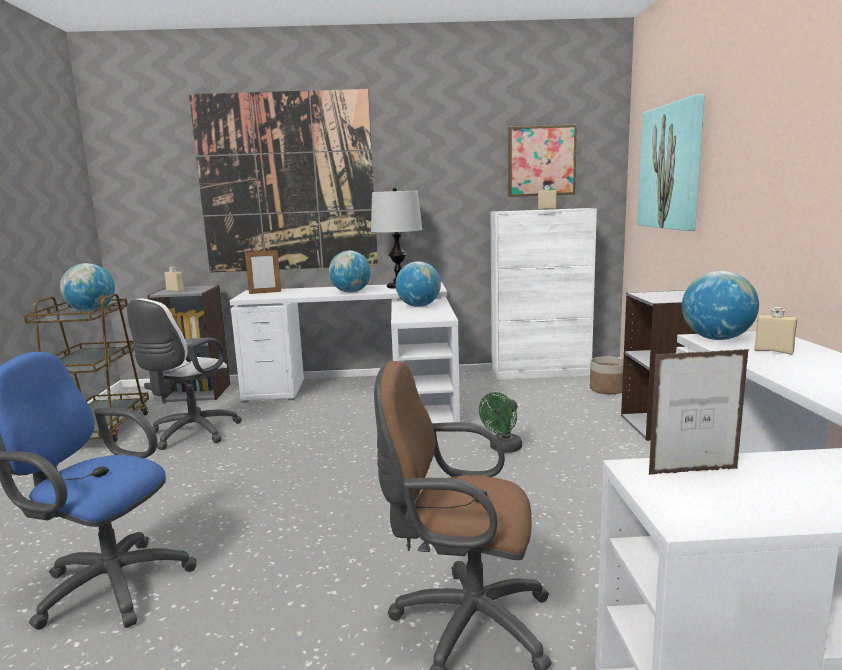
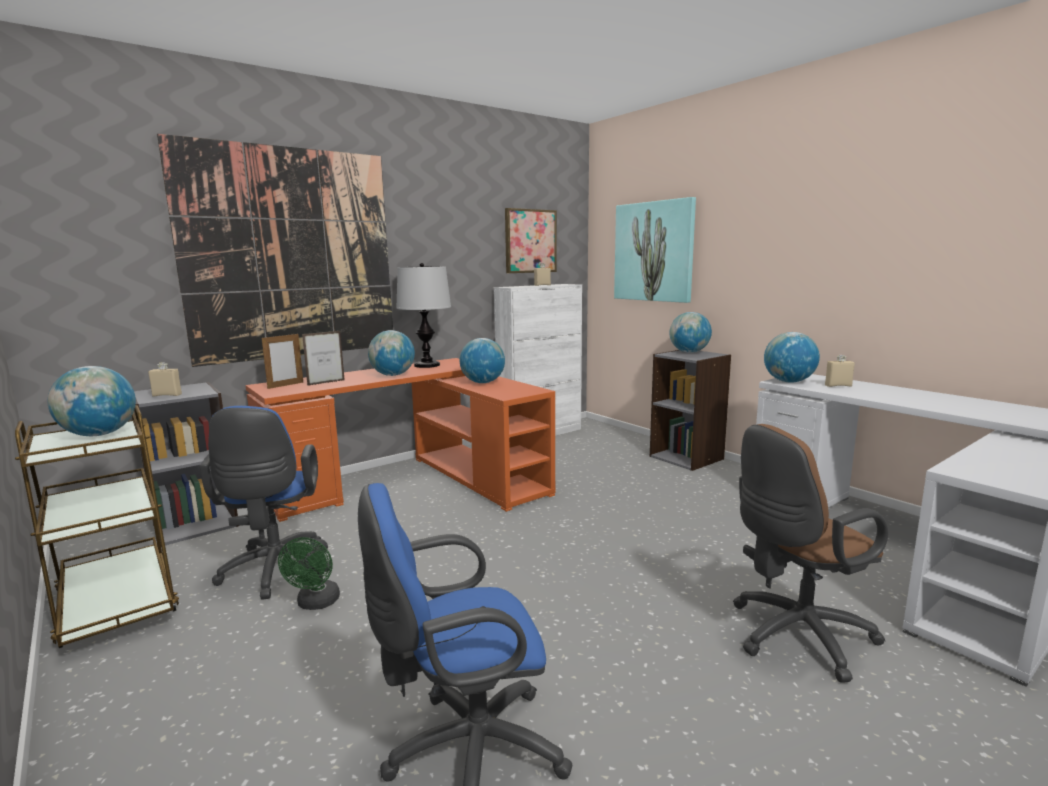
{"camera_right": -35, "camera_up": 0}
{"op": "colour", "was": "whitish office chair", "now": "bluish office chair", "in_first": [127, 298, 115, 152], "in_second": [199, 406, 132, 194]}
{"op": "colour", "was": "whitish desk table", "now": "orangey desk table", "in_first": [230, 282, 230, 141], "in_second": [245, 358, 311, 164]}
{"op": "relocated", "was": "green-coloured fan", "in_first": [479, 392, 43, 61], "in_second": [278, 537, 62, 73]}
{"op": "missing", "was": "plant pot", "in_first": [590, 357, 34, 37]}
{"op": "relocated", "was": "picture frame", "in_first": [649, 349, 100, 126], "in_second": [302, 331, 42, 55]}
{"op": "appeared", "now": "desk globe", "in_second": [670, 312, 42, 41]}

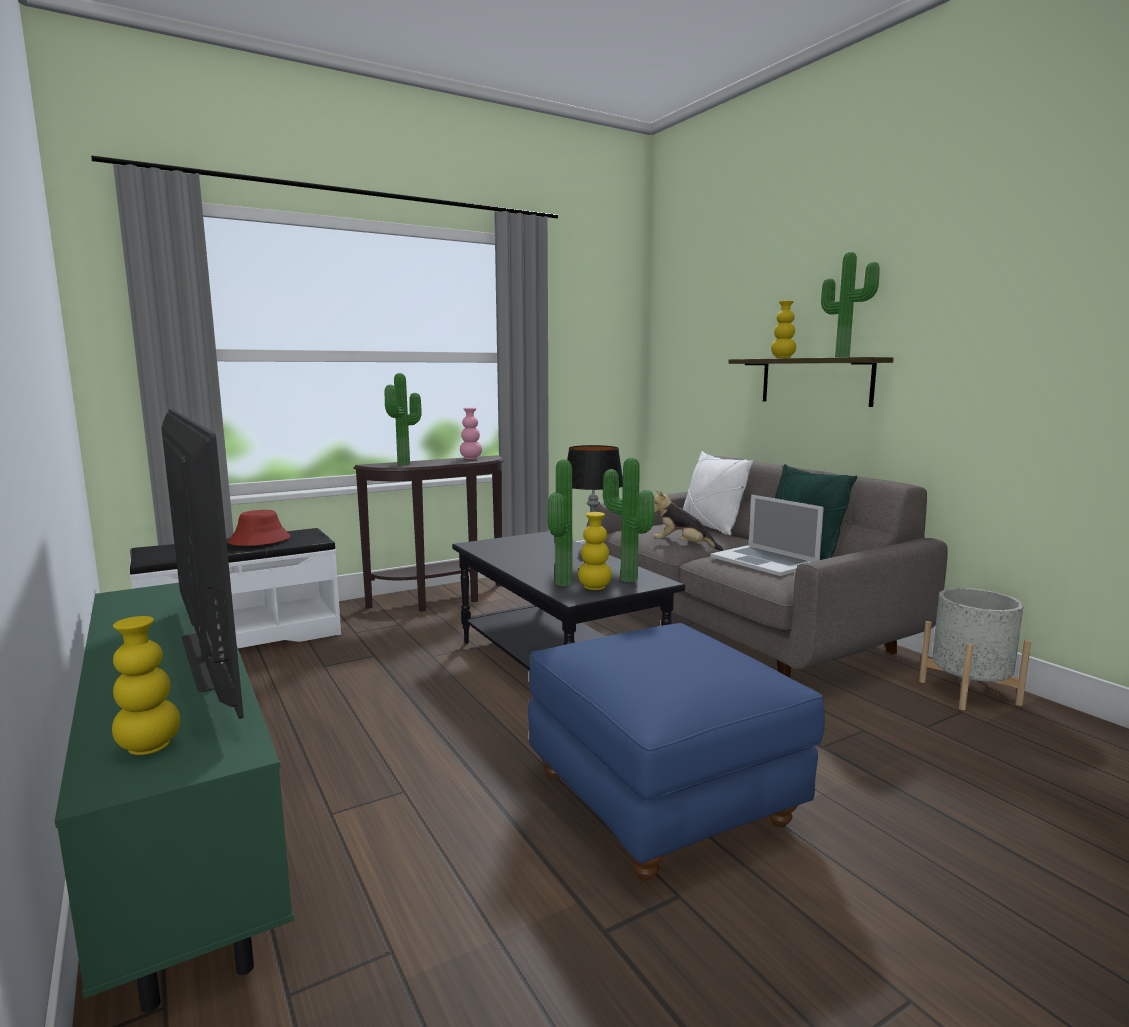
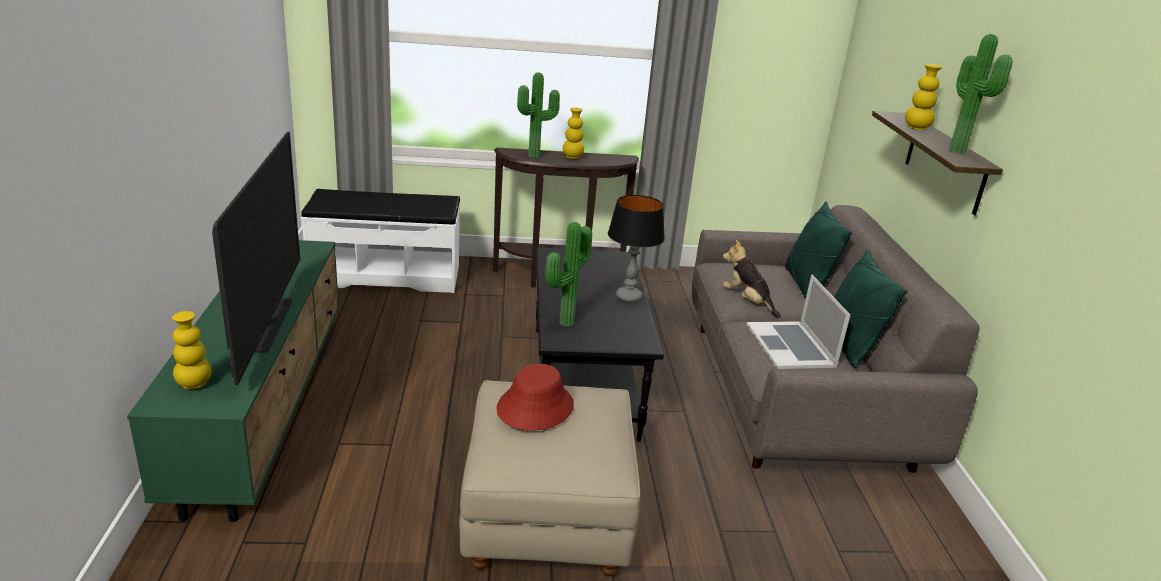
{"camera_right": 25, "camera_up": 15}
{"op": "relocated", "was": "red-coloured hat", "in_first": [228, 510, 63, 36], "in_second": [497, 364, 77, 67]}
{"op": "missing", "was": "pink-coloured decorative vase", "in_first": [460, 408, 22, 51]}
{"op": "colour", "was": "bluish pouffe", "now": "sand-coloured pouffe", "in_first": [528, 623, 297, 258], "in_second": [459, 380, 182, 197]}
{"op": "relocated", "was": "yellowish decorative vase", "in_first": [578, 512, 34, 78], "in_second": [563, 108, 21, 51]}
{"op": "missing", "was": "plant in a pot", "in_first": [603, 458, 51, 124]}
{"op": "colour", "was": "whitish pillow", "now": "green-coloured pillow", "in_first": [683, 451, 71, 84], "in_second": [785, 201, 67, 97]}
{"op": "missing", "was": "greyish plant pot", "in_first": [919, 588, 112, 122]}

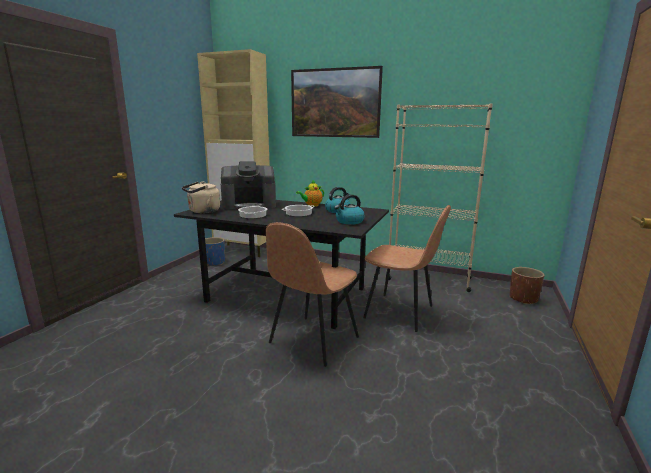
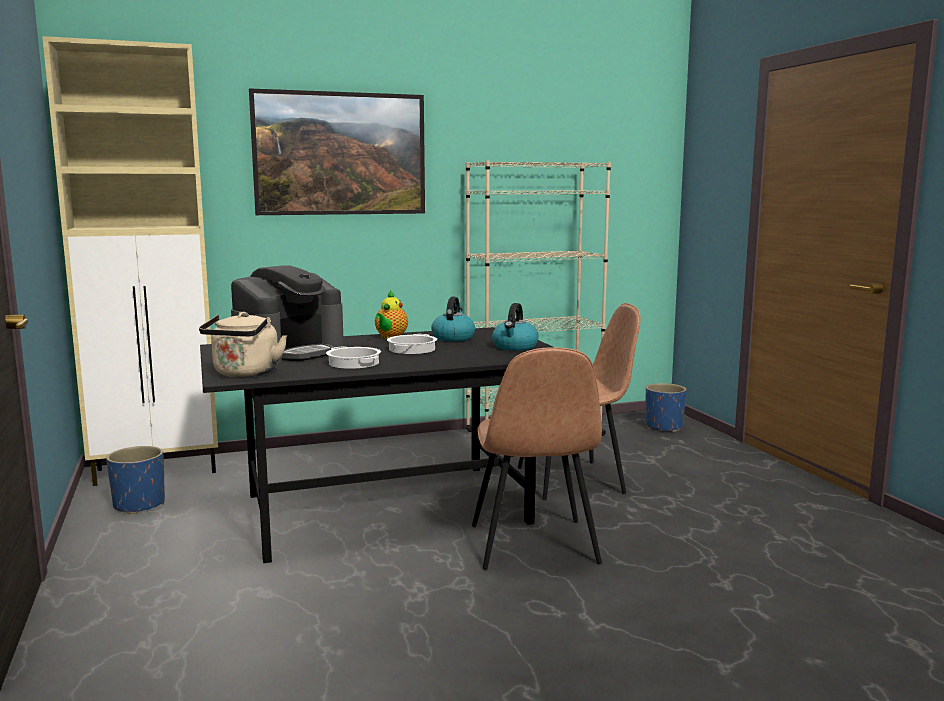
{"camera_right": -40, "camera_up": -5}
{"op": "colour", "was": "brownish plant pot", "now": "bluish plant pot", "in_first": [509, 267, 36, 37], "in_second": [646, 383, 41, 49]}

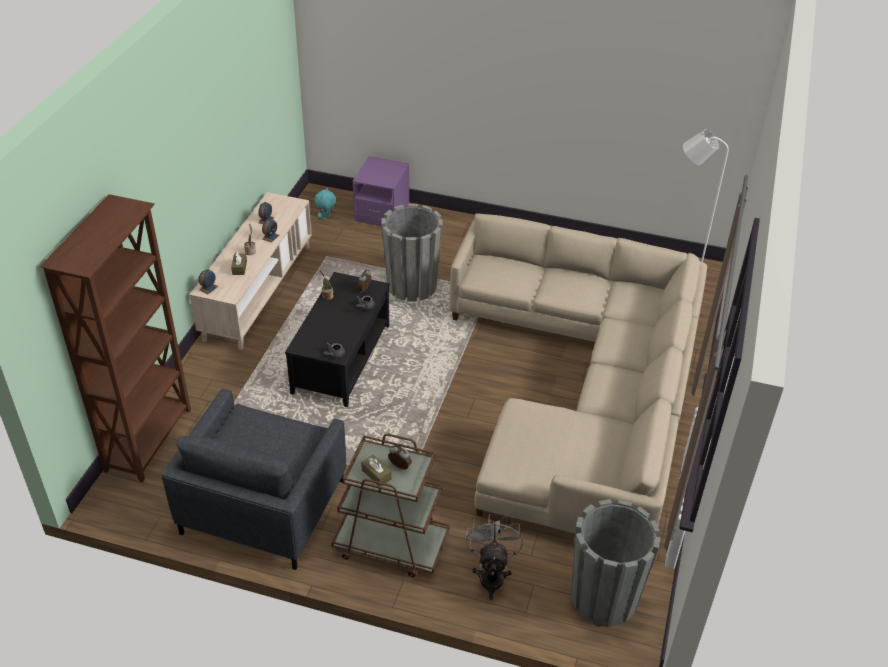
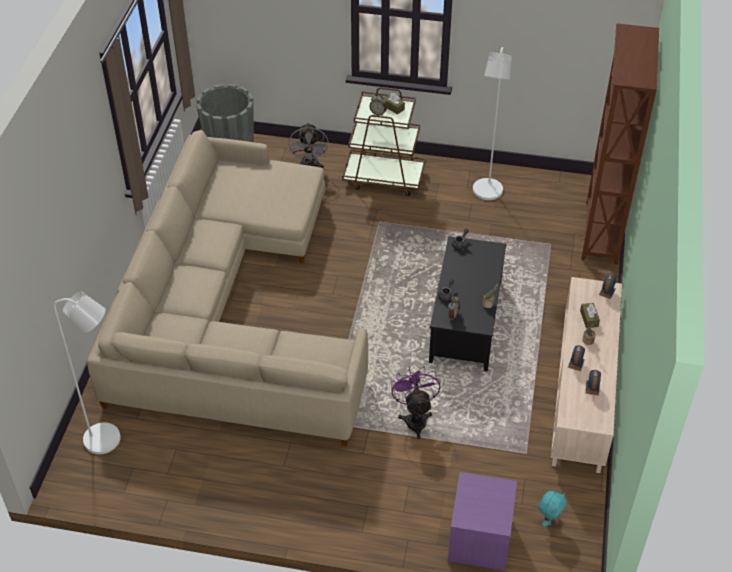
{"camera_right": 175, "camera_up": 5}
{"op": "exchanged", "was": "greyish armchair", "now": "whitish standard lamp", "in_first": [161, 389, 185, 181], "in_second": [473, 47, 39, 153]}
{"op": "exchanged", "was": "greyish plant pot", "now": "purplish fan", "in_first": [381, 204, 62, 97], "in_second": [391, 366, 49, 73]}

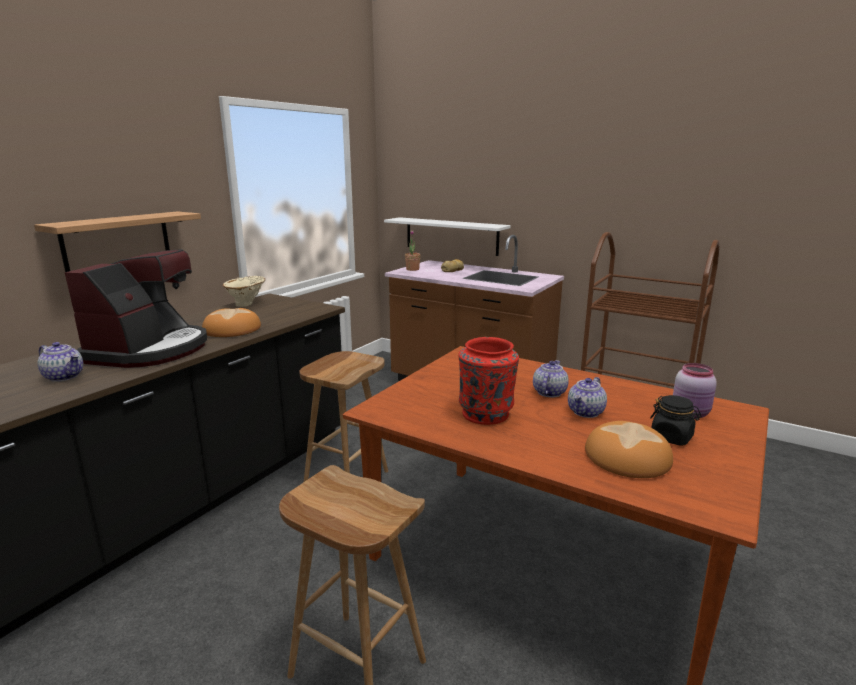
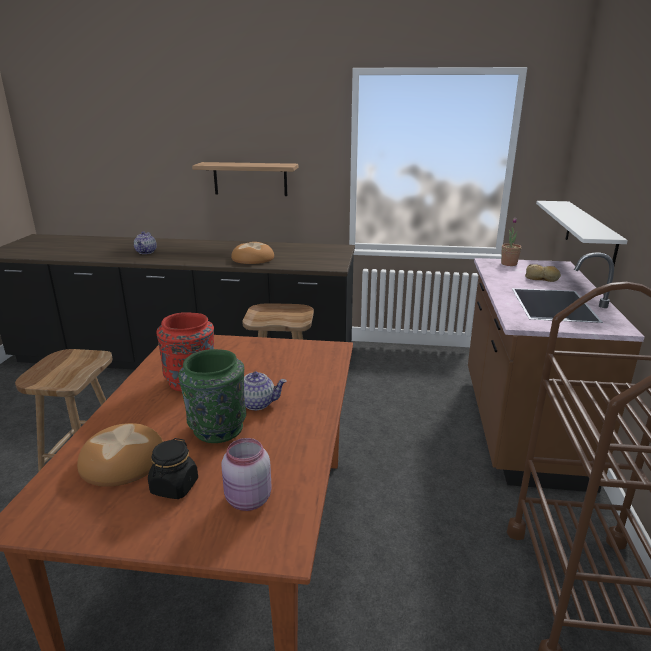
{"camera_right": 65, "camera_up": 5}
{"op": "missing", "was": "coffee machine", "in_first": [65, 249, 142, 119]}
{"op": "missing", "was": "sand-coloured decorative vase", "in_first": [223, 276, 42, 31]}
{"op": "exchanged", "was": "pot for tea", "now": "green-coloured decorative vase", "in_first": [568, 377, 39, 41], "in_second": [178, 349, 68, 94]}

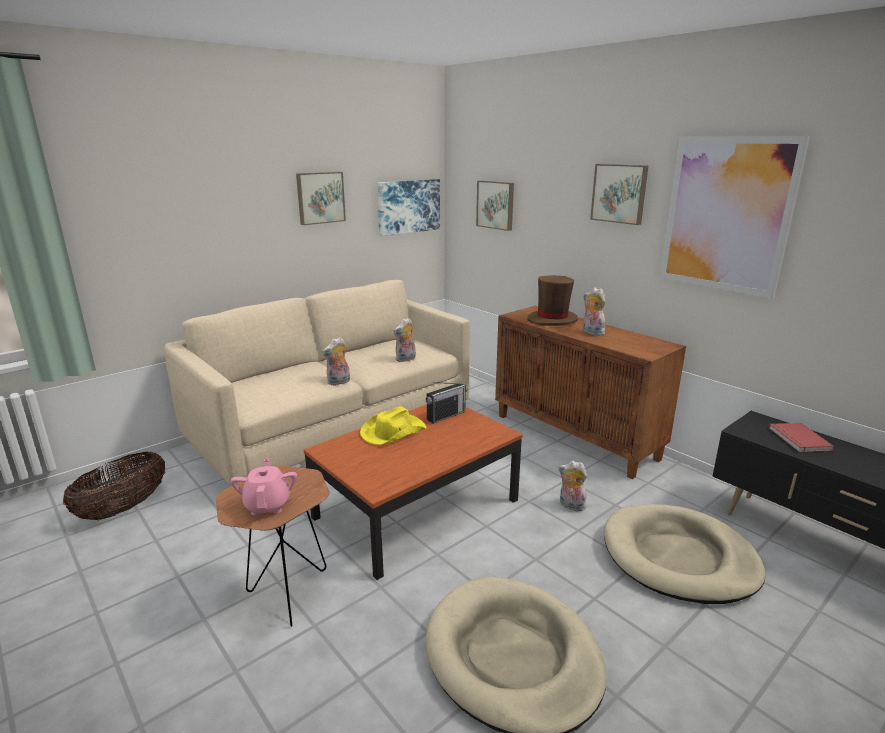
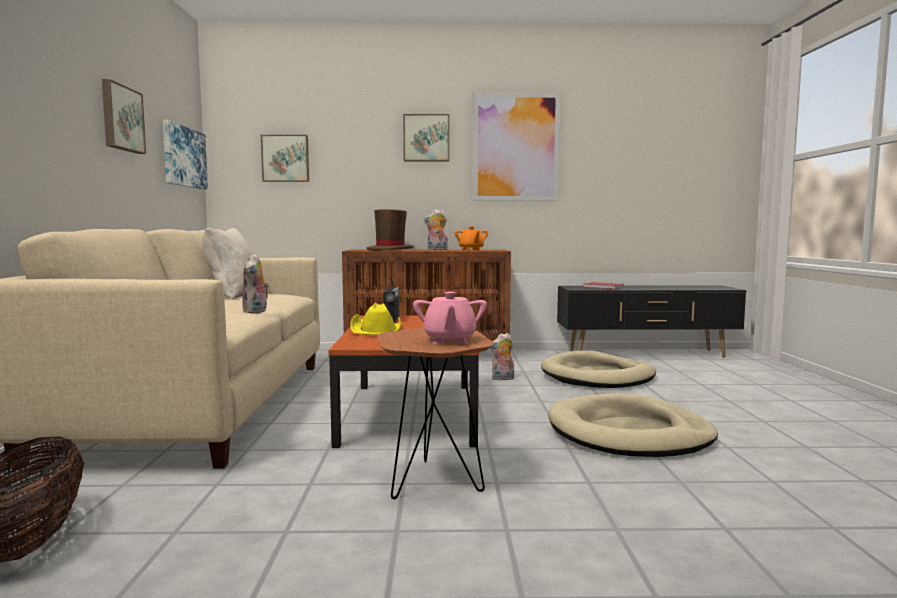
{"camera_right": -50, "camera_up": -15}
{"op": "spun", "was": "pink-coloured pot for tea", "in_first": [231, 459, 66, 56], "in_second": [413, 292, 74, 52], "clockwise": -120}
{"op": "missing", "was": "plush toy", "in_first": [393, 317, 23, 45]}
{"op": "appeared", "now": "sand-coloured pillow", "in_second": [202, 228, 51, 72]}
{"op": "appeared", "now": "orangey pot for tea", "in_second": [455, 226, 33, 24]}

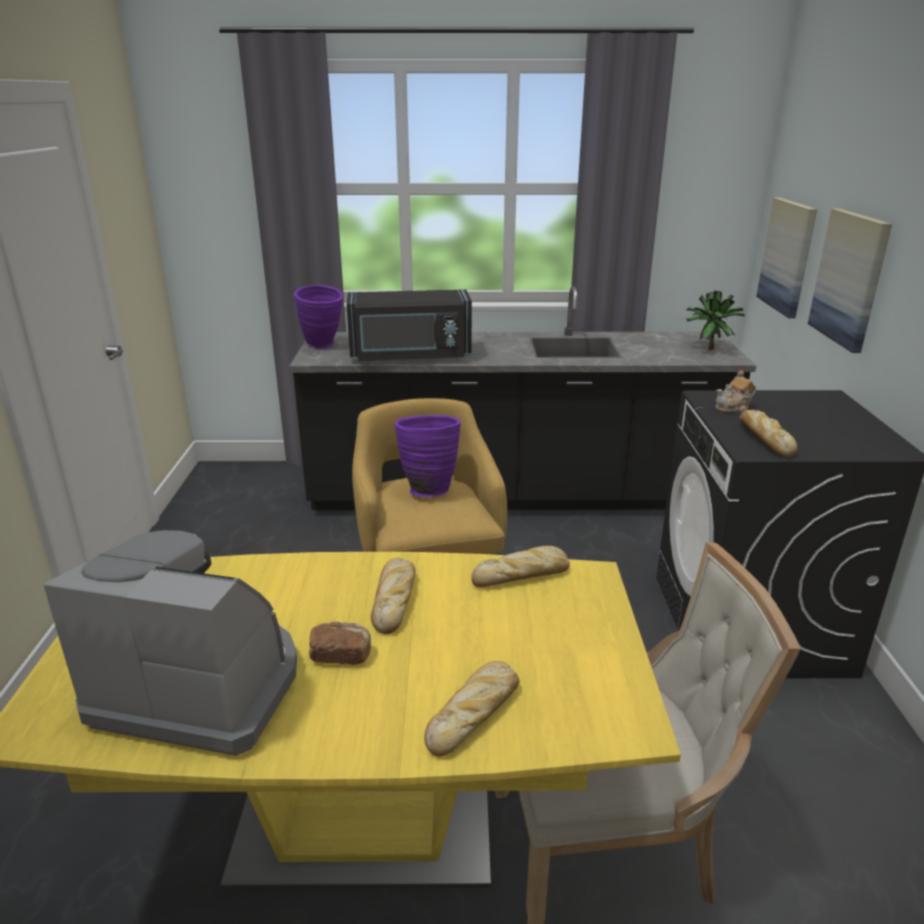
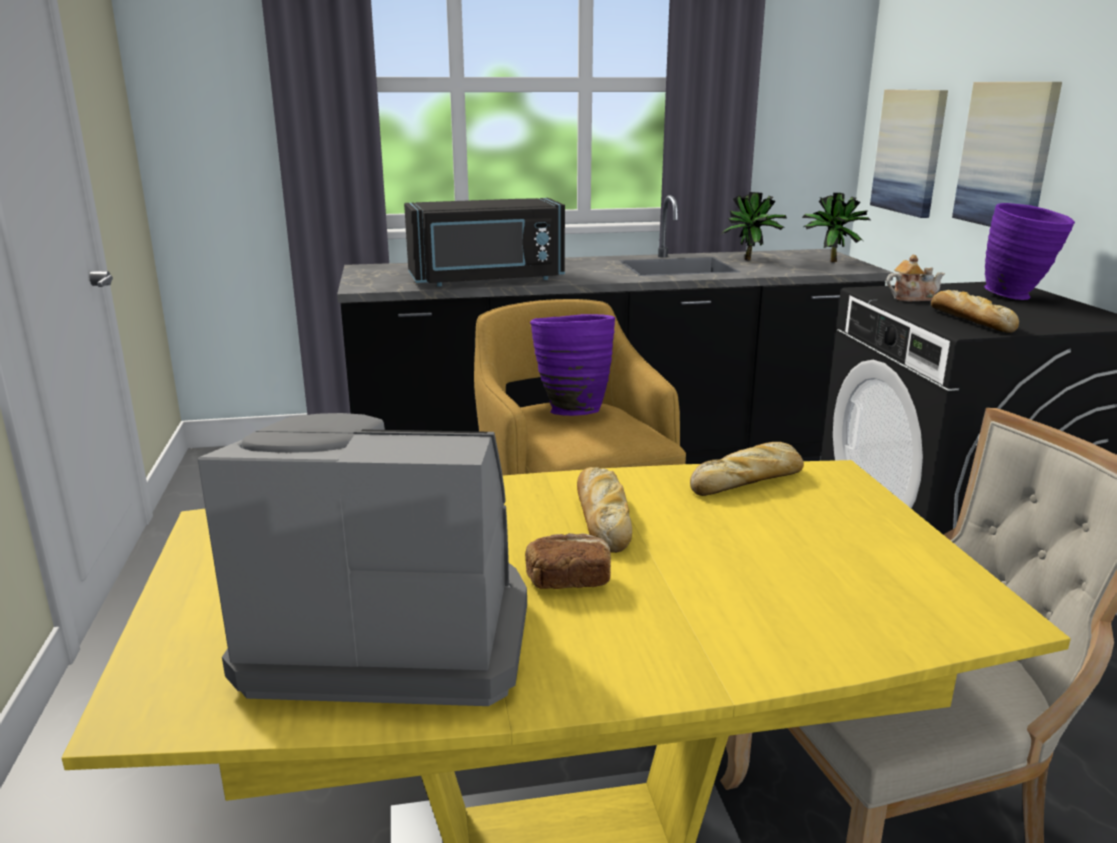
{"camera_right": -10, "camera_up": -5}
{"op": "relocated", "was": "purplish decorative vase", "in_first": [294, 285, 49, 64], "in_second": [984, 203, 91, 97]}
{"op": "missing", "was": "bakery bread", "in_first": [424, 661, 95, 96]}
{"op": "spun", "was": "pot for tea", "in_first": [716, 370, 40, 43], "in_second": [886, 254, 59, 47], "clockwise": -150}
{"op": "appeared", "now": "plant in a pot", "in_second": [721, 192, 66, 69]}

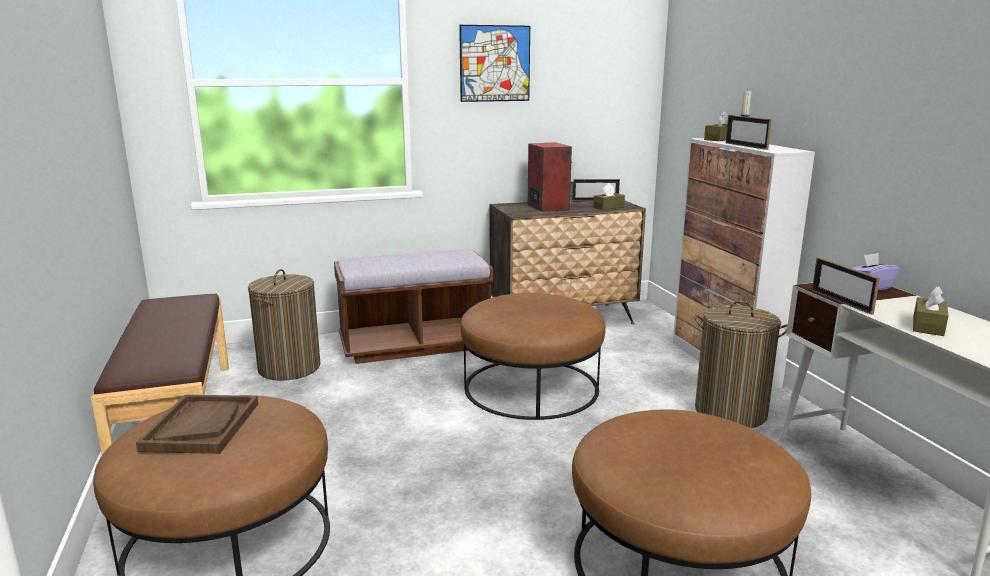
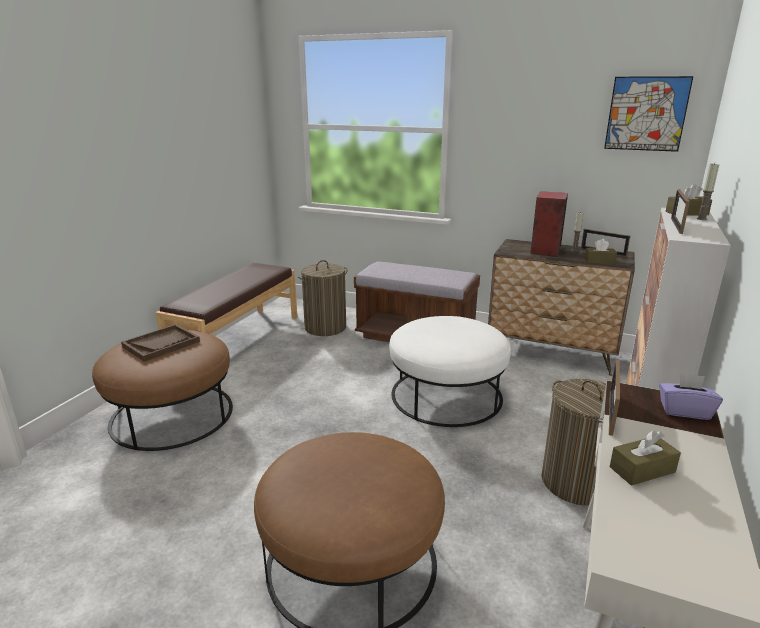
{"camera_right": 40, "camera_up": 5}
{"op": "relocated", "was": "wall art", "in_first": [459, 25, 71, 77], "in_second": [604, 76, 89, 76]}
{"op": "colour", "was": "brownish pouffe", "now": "whitish pouffe", "in_first": [460, 293, 146, 127], "in_second": [389, 316, 122, 111]}

